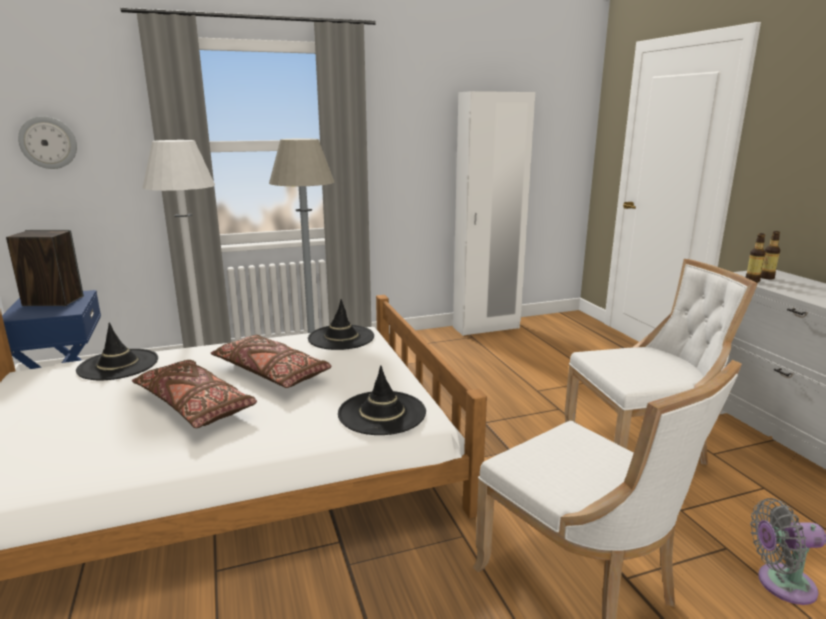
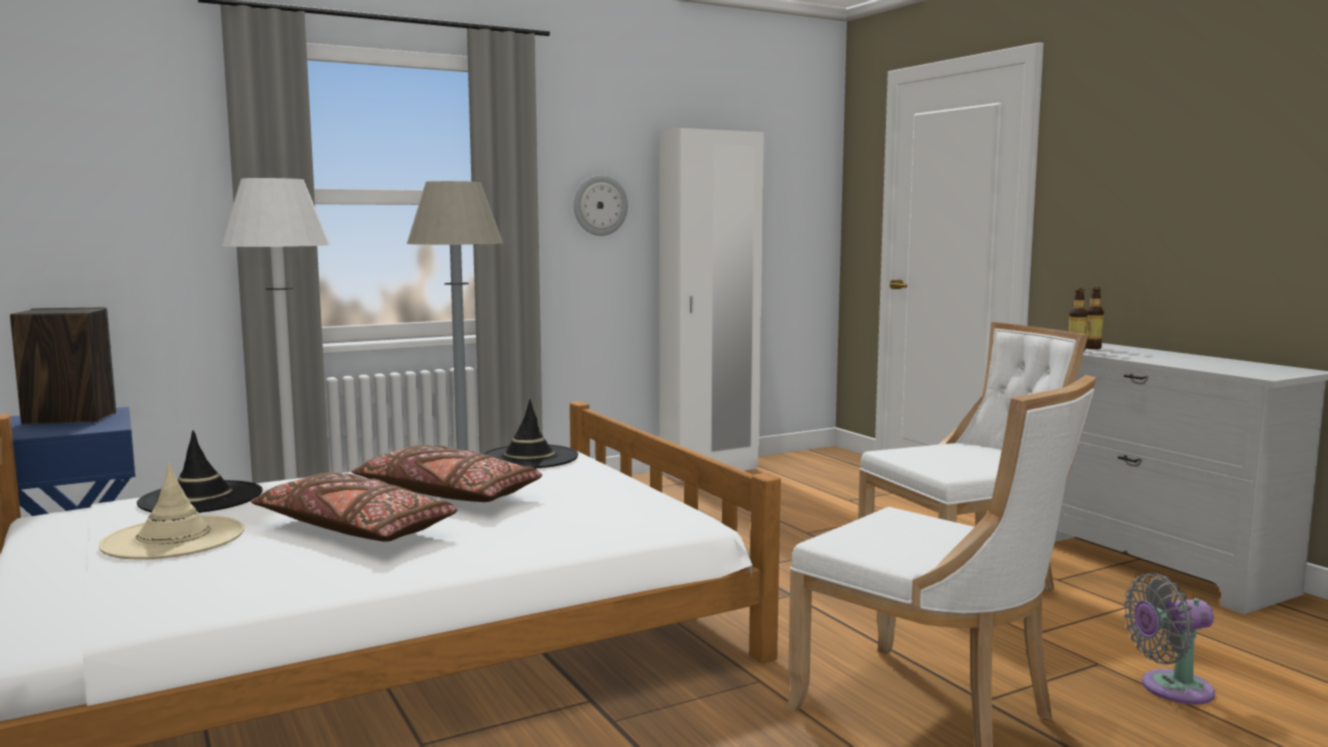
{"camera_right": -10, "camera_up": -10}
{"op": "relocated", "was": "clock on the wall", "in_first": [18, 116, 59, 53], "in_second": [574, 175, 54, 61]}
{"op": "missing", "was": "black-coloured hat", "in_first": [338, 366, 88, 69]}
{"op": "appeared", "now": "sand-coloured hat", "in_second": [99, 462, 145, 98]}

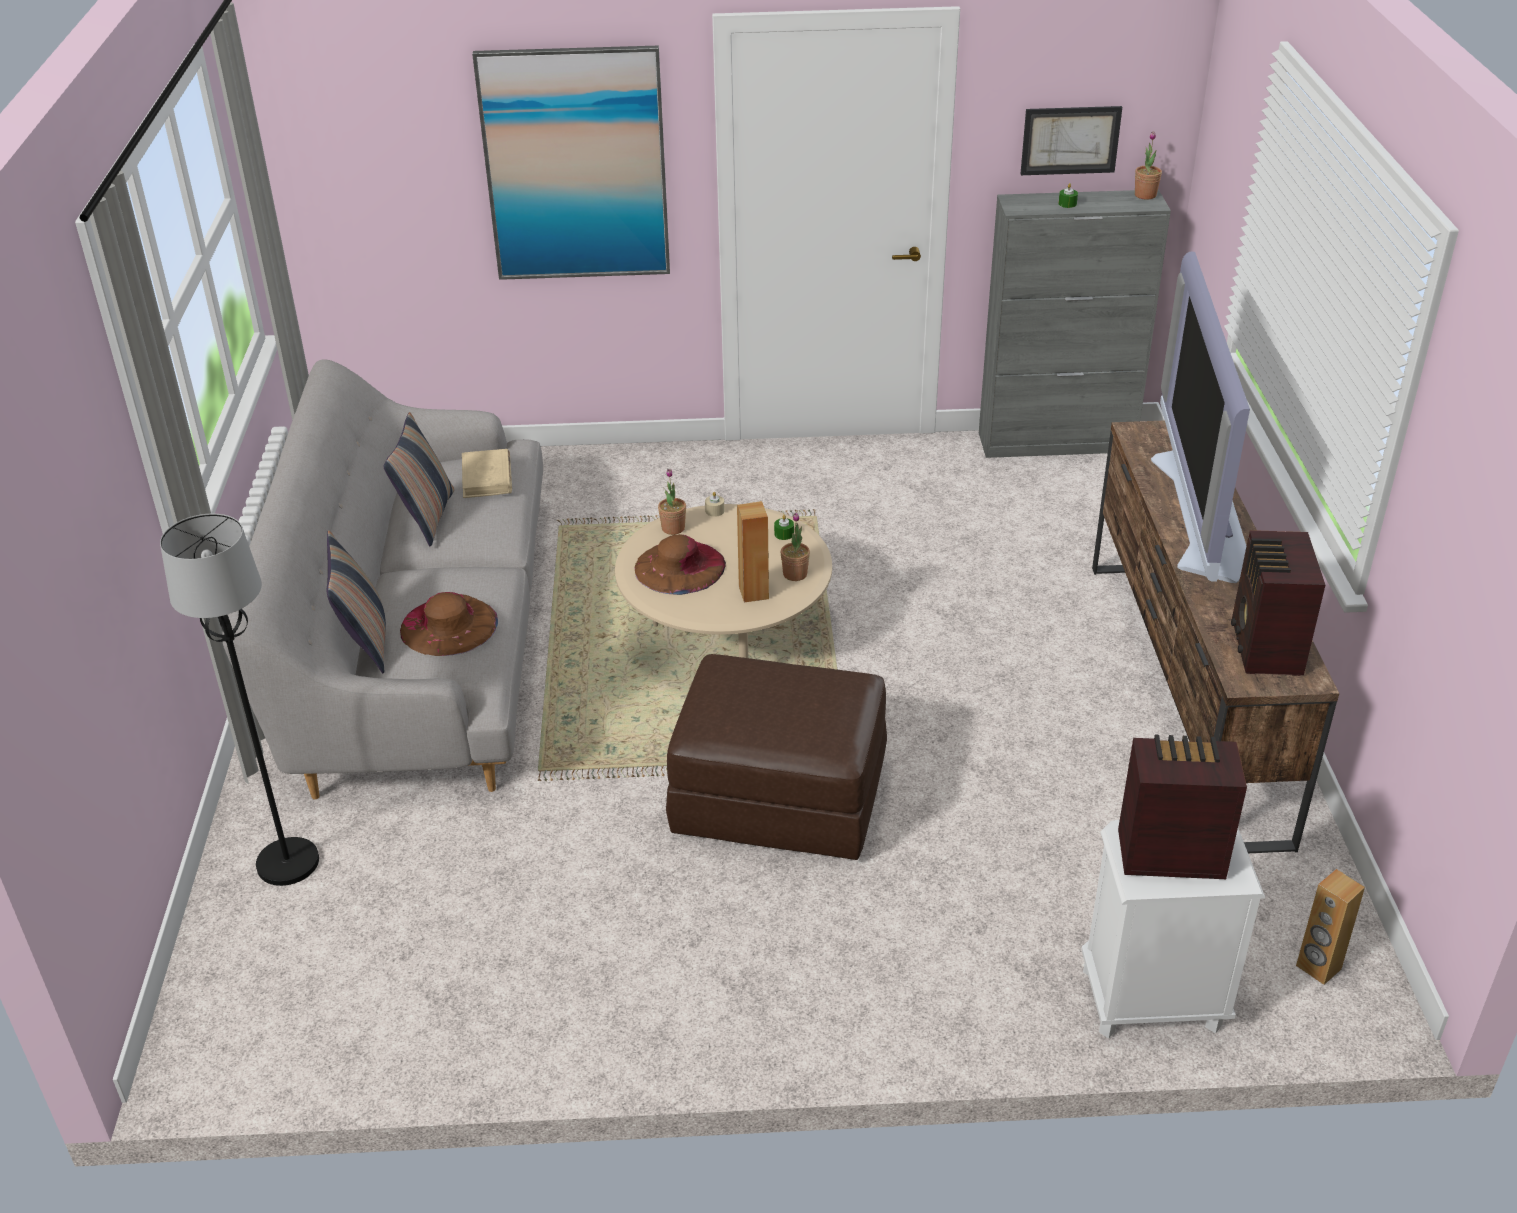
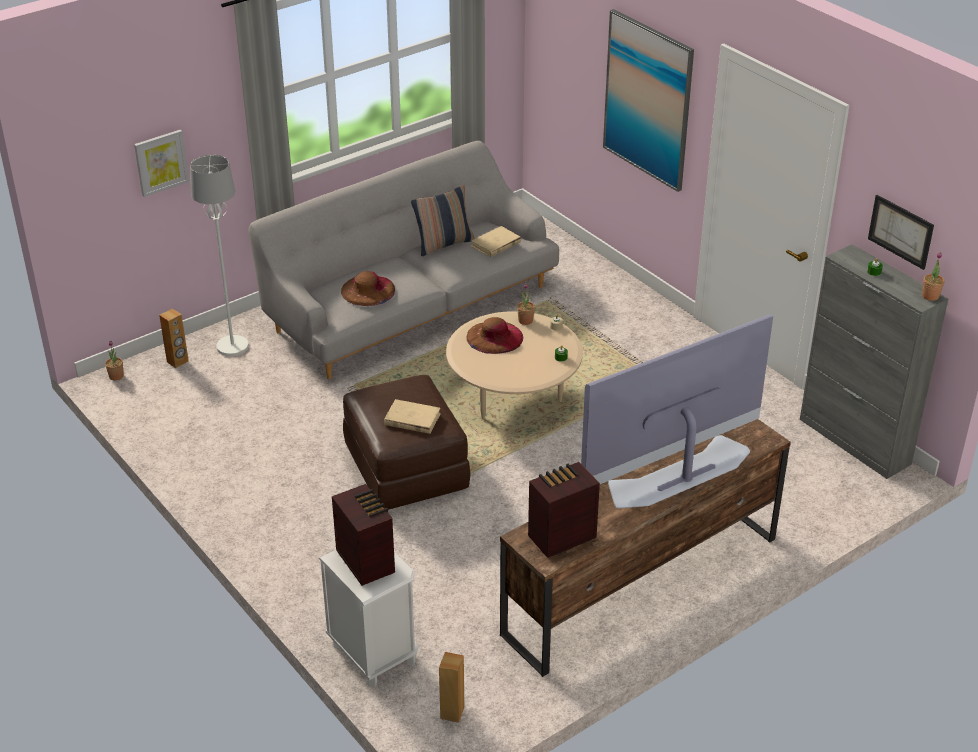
{"camera_right": 55, "camera_up": 0}
{"op": "colour", "was": "black-coloured standard lamp", "now": "whitish standard lamp", "in_first": [160, 513, 159, 373], "in_second": [190, 155, 59, 201]}
{"op": "missing", "was": "pillow", "in_first": [327, 531, 59, 142]}
{"op": "relocated", "was": "brownish speaker", "in_first": [737, 501, 32, 101], "in_second": [159, 309, 30, 59]}
{"op": "relocated", "was": "plant in a pot", "in_first": [781, 513, 29, 68], "in_second": [105, 341, 19, 40]}
{"op": "appeared", "now": "wall art", "in_second": [134, 130, 55, 67]}
{"op": "appeared", "now": "sand-coloured bound book", "in_second": [384, 399, 57, 35]}

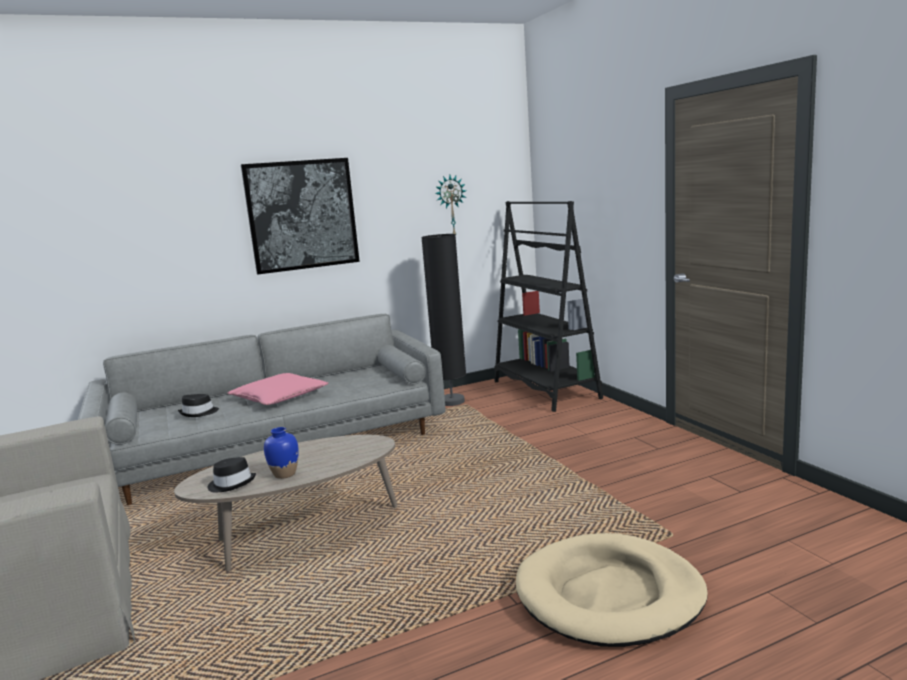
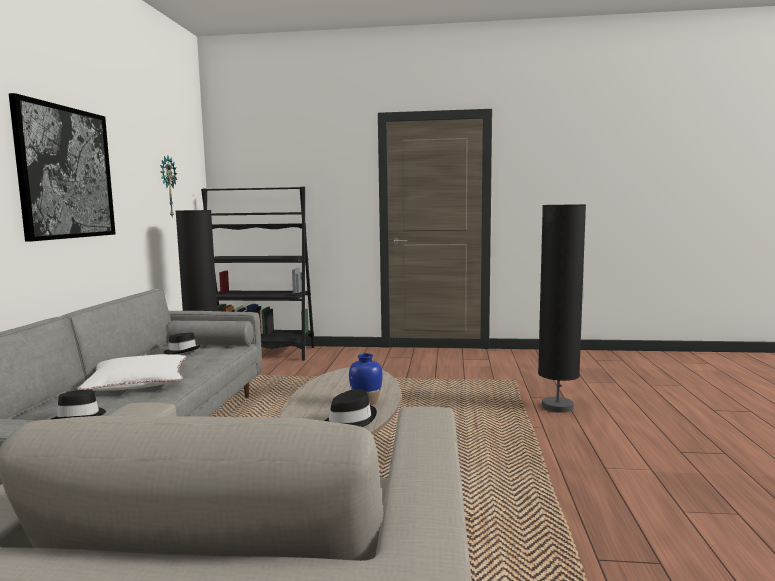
{"camera_right": -60, "camera_up": -5}
{"op": "colour", "was": "pink-coloured pillow", "now": "whitish pillow", "in_first": [227, 373, 102, 32], "in_second": [77, 354, 109, 37]}
{"op": "exchanged", "was": "sand-coloured dog bed", "now": "black-coloured standard lamp", "in_first": [516, 533, 192, 114], "in_second": [538, 204, 48, 209]}
{"op": "appeared", "now": "black-coloured hat", "in_second": [163, 332, 37, 22]}

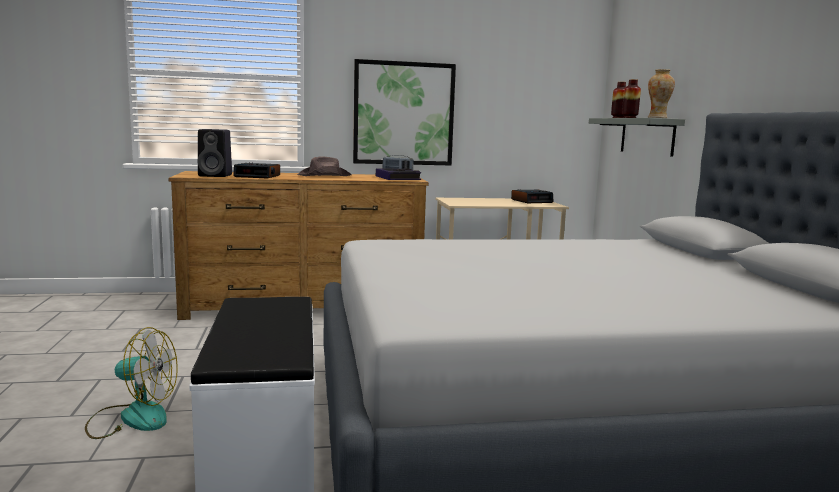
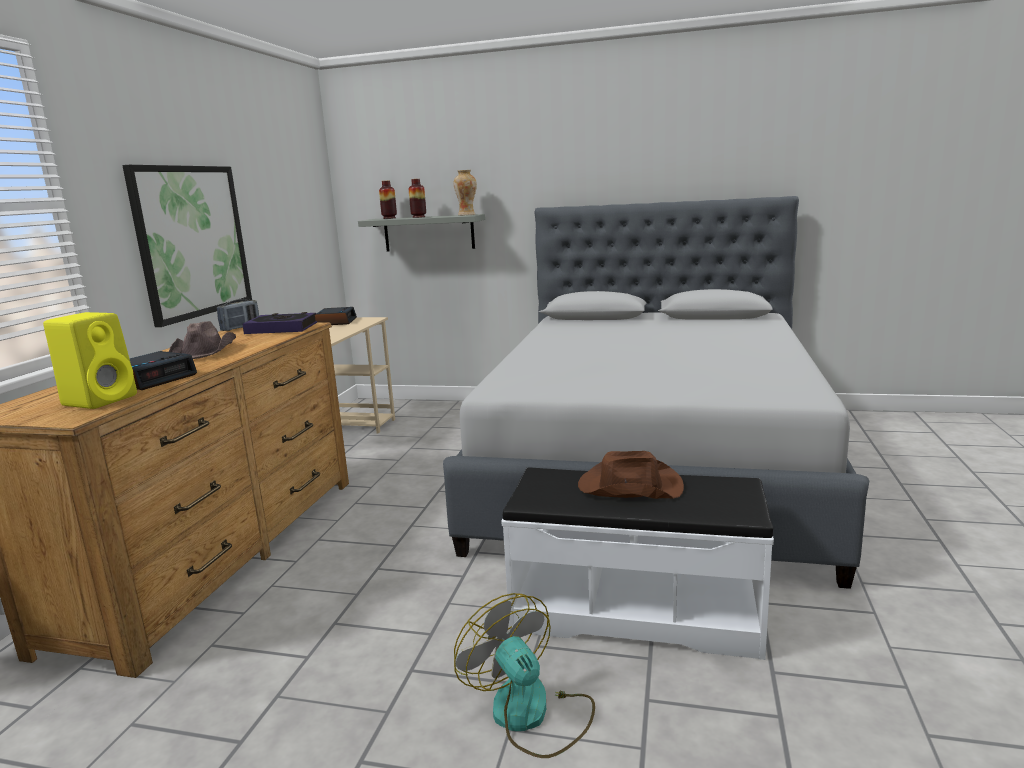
{"camera_right": -65, "camera_up": 5}
{"op": "spun", "was": "fan", "in_first": [85, 327, 93, 112], "in_second": [454, 593, 141, 165], "clockwise": -60}
{"op": "colour", "was": "black-coloured speaker", "now": "yellowish speaker", "in_first": [198, 129, 34, 48], "in_second": [43, 312, 94, 97]}
{"op": "appeared", "now": "brownish hat", "in_second": [578, 451, 106, 48]}

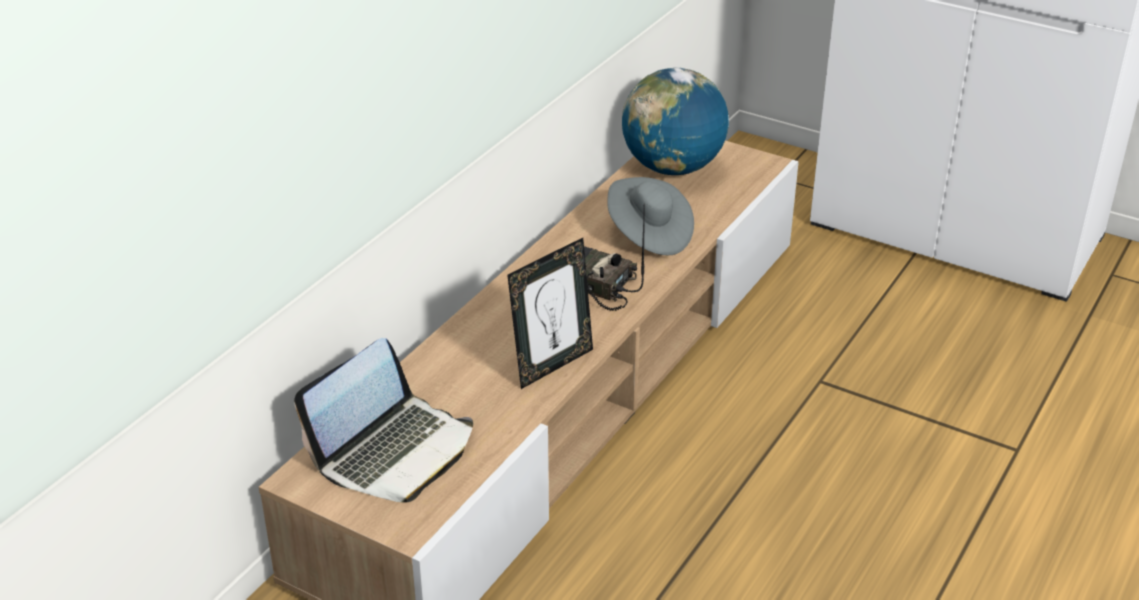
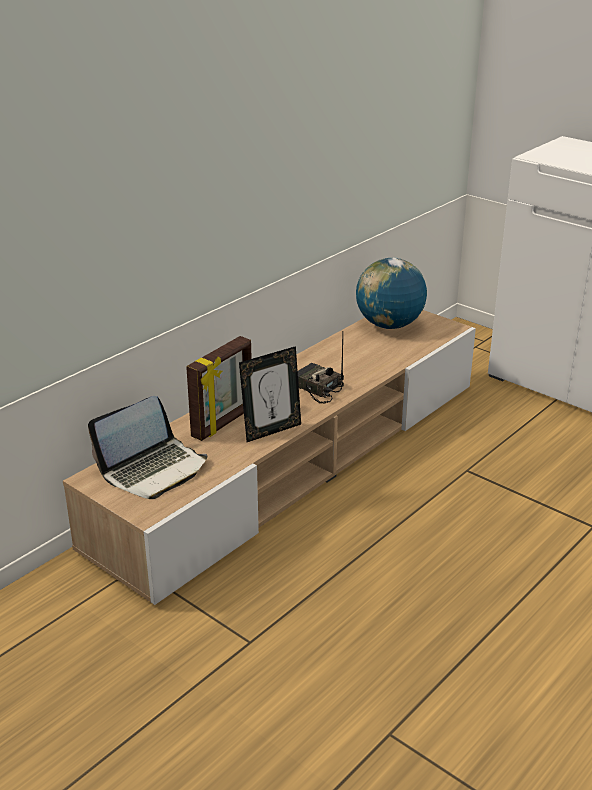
{"camera_right": 10, "camera_up": -5}
{"op": "missing", "was": "greyish hat", "in_first": [607, 177, 87, 78]}
{"op": "appeared", "now": "picture frame", "in_second": [186, 336, 66, 105]}

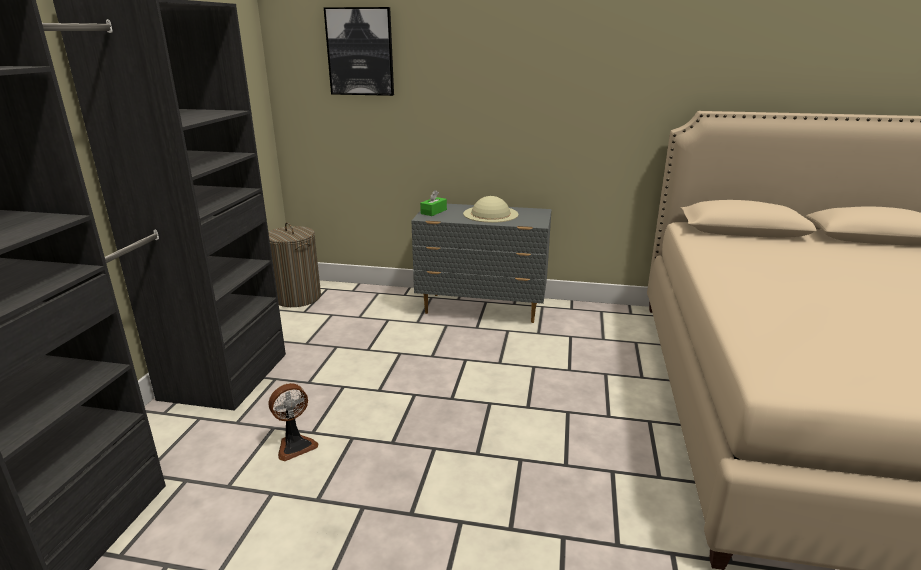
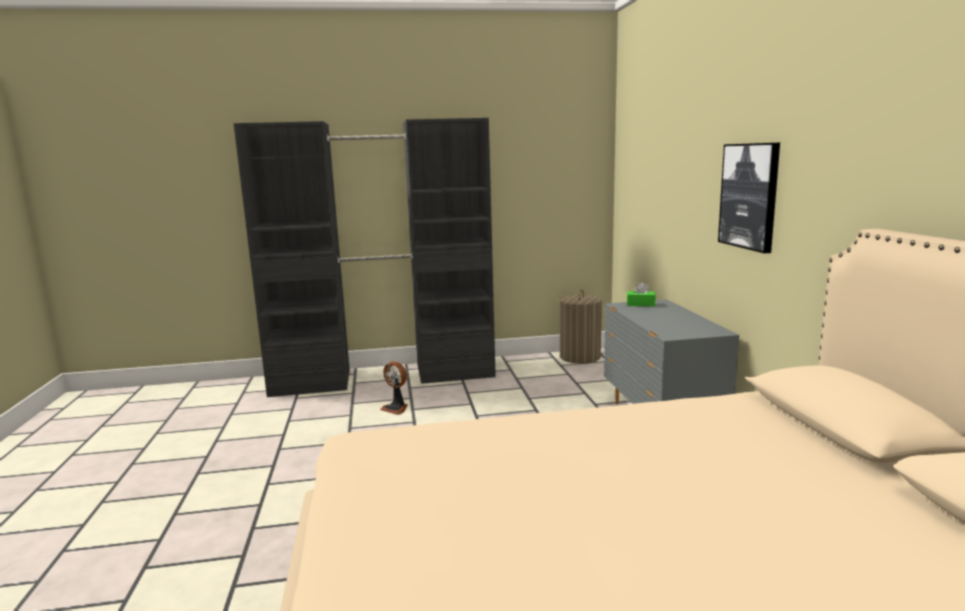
{"camera_right": 70, "camera_up": -10}
{"op": "relocated", "was": "wall art", "in_first": [324, 7, 70, 89], "in_second": [718, 143, 62, 110]}
{"op": "missing", "was": "sand-coloured hat", "in_first": [463, 196, 55, 27]}

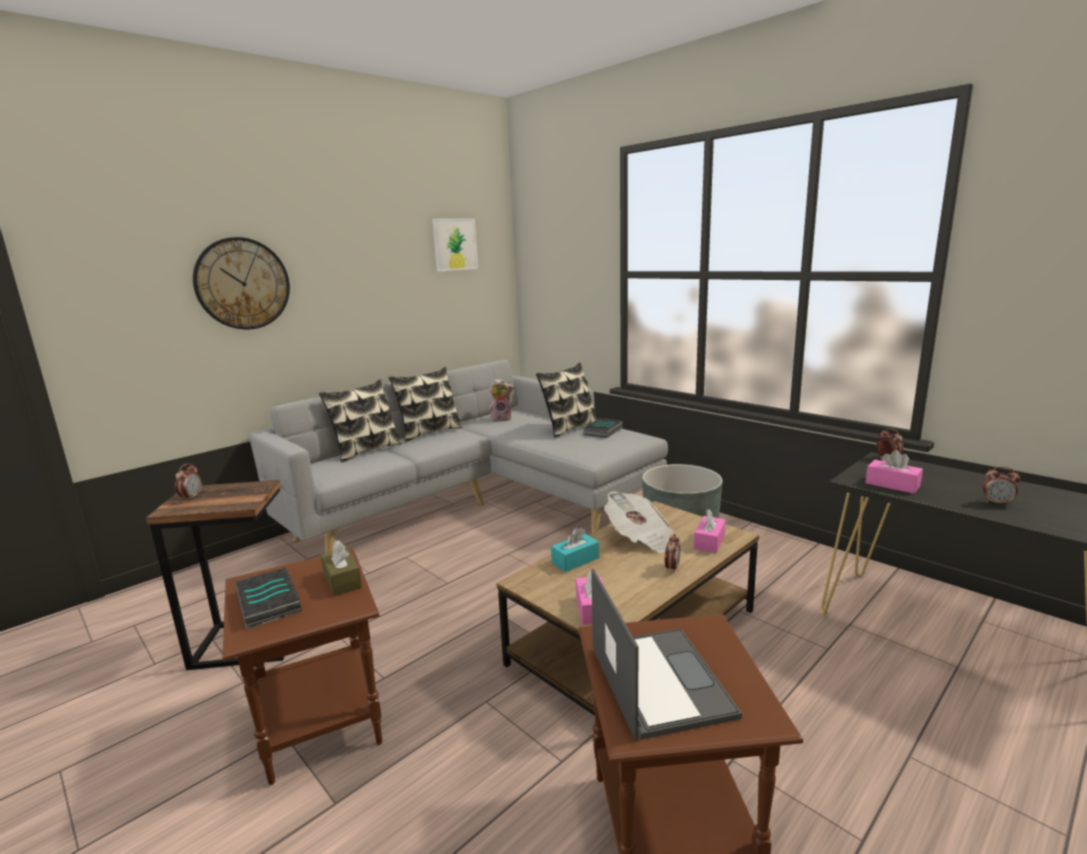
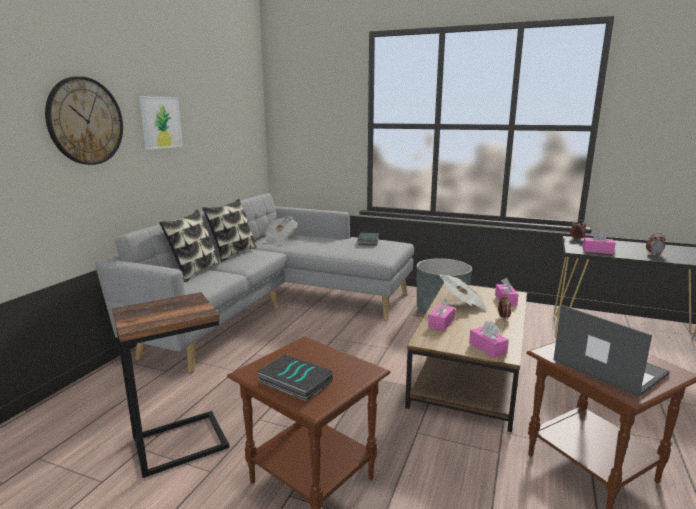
{"camera_right": -25, "camera_up": 0}
{"op": "missing", "was": "bedside clock", "in_first": [175, 463, 27, 38]}
{"op": "missing", "was": "brownish tissue holder", "in_first": [320, 540, 42, 56]}
{"op": "relocated", "was": "wall art", "in_first": [432, 219, 46, 53], "in_second": [139, 96, 44, 54]}
{"op": "exchanged", "was": "plush toy", "now": "daily paper", "in_first": [490, 379, 24, 43], "in_second": [263, 216, 35, 27]}
{"op": "missing", "was": "pillow", "in_first": [536, 363, 62, 75]}
{"op": "colour", "was": "blue-green tissue holder", "now": "pink-coloured tissue holder", "in_first": [551, 528, 48, 44], "in_second": [428, 299, 27, 32]}

